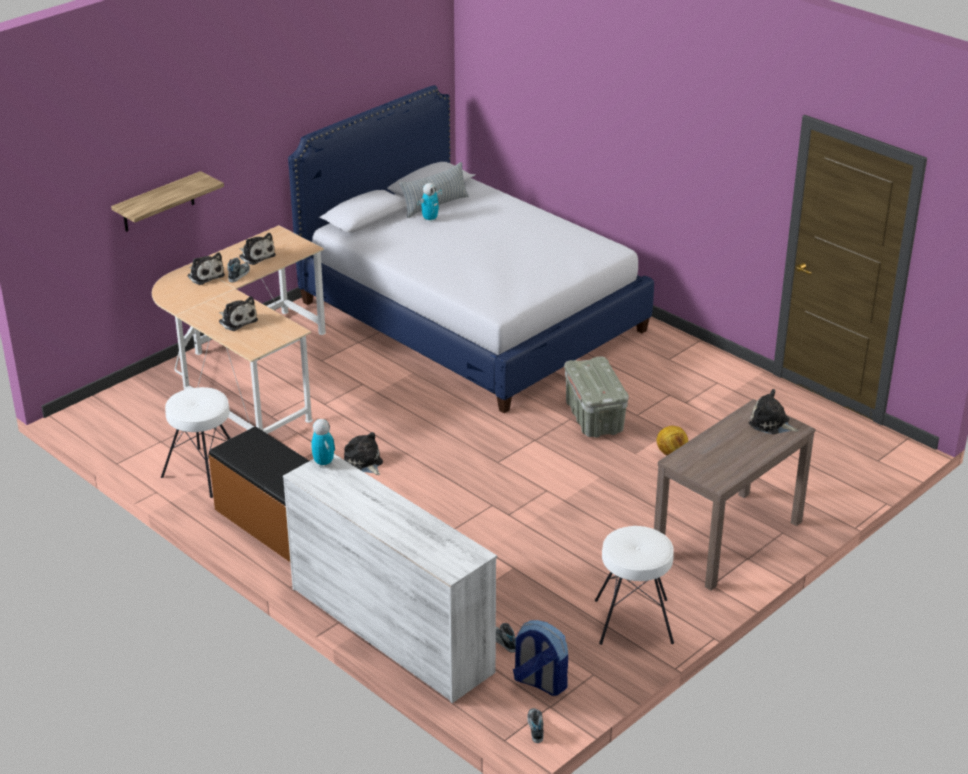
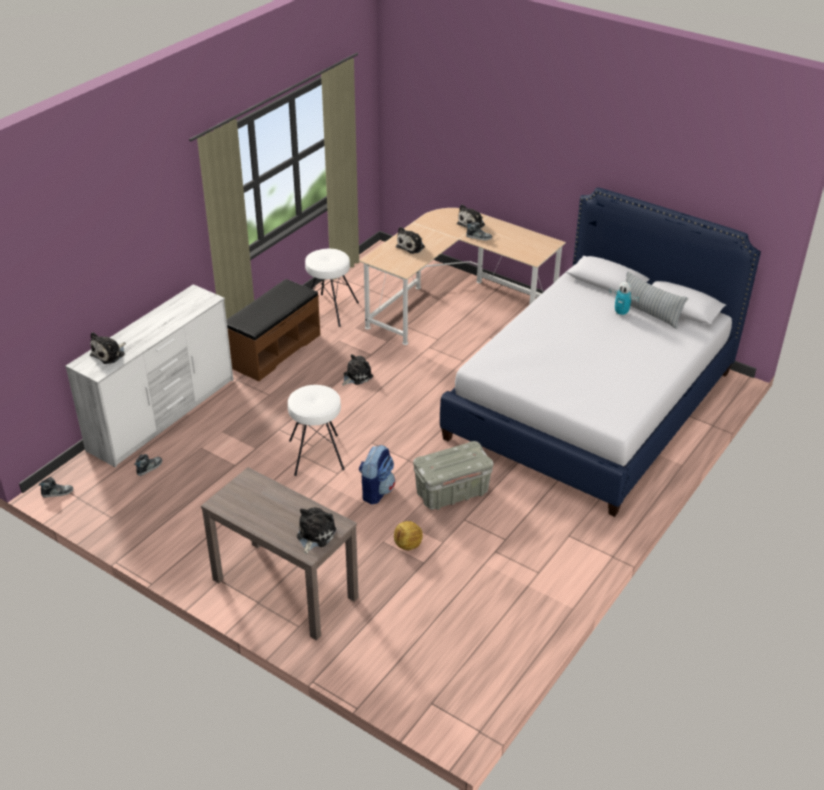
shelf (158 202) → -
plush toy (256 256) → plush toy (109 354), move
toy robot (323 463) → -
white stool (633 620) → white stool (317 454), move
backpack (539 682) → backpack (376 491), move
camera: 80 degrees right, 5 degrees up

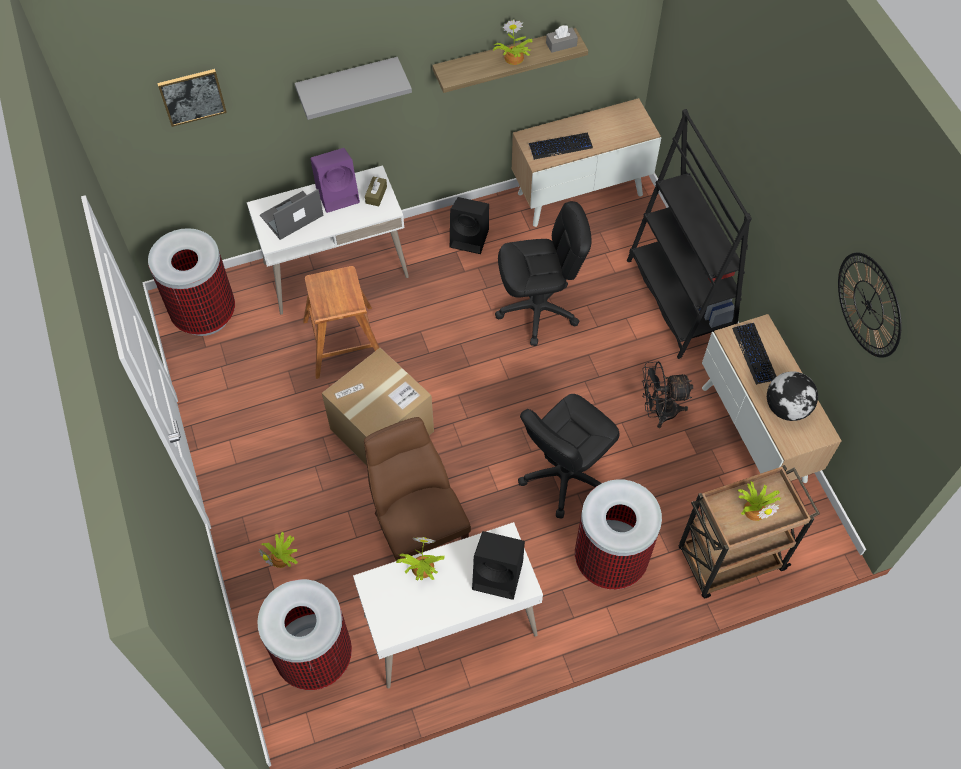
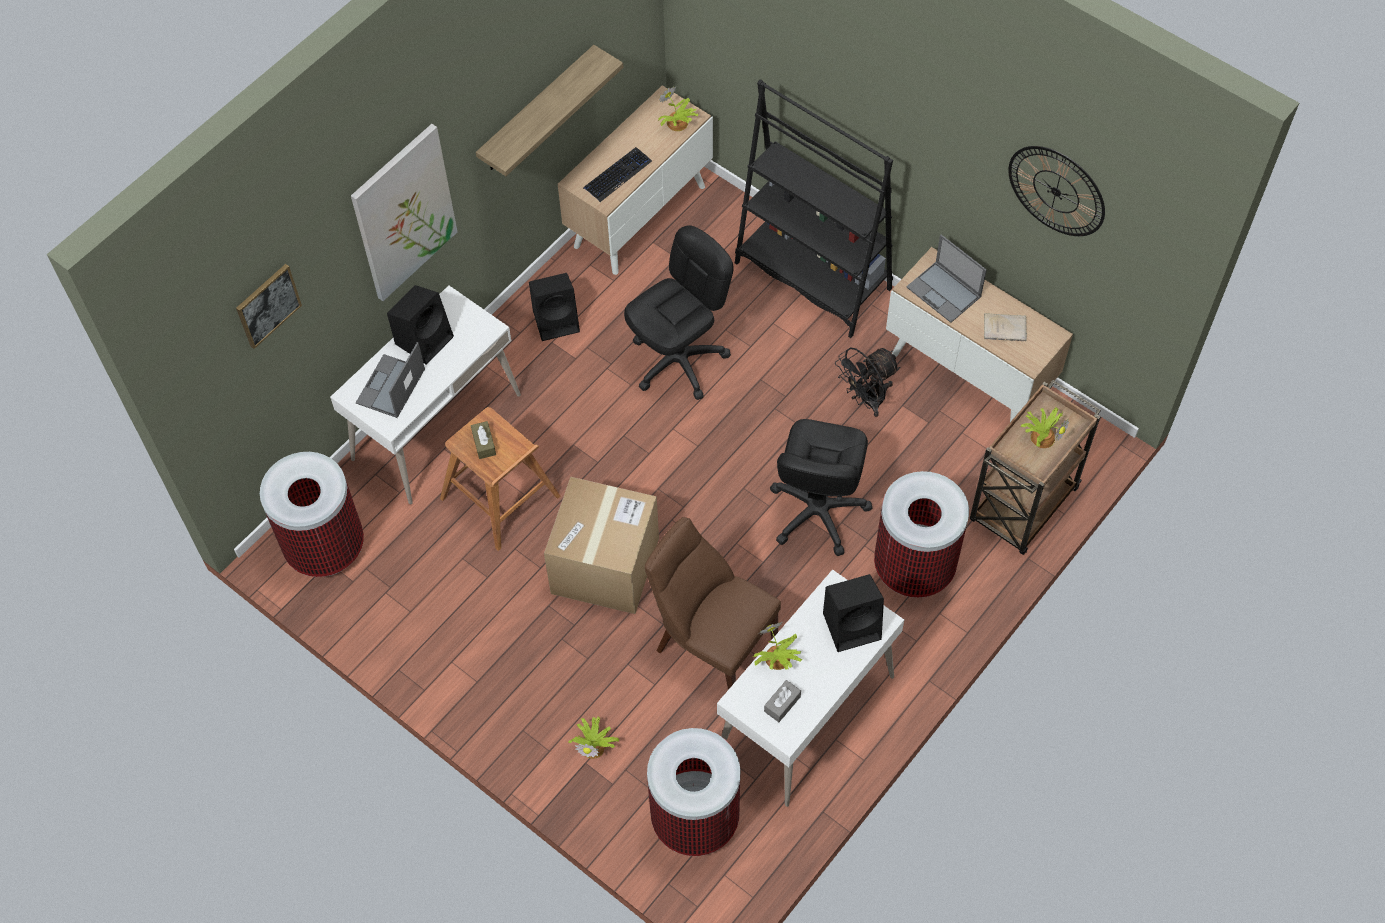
potted plant (513 58) → potted plant (677 124), move
grey tissue box (561 44) → grey tissue box (782 704), move
grey shelf (348 83) → picture (404 213)
purple speaker (339 194) → black speaker (425 339)
brown tissue box (376 195) → brown tissue box (484 443), move
keyboard (754 354) → laptop (944 292)
globe (787 408) → beige book (1006 328)
camera: 30 degrees left, 0 degrees up

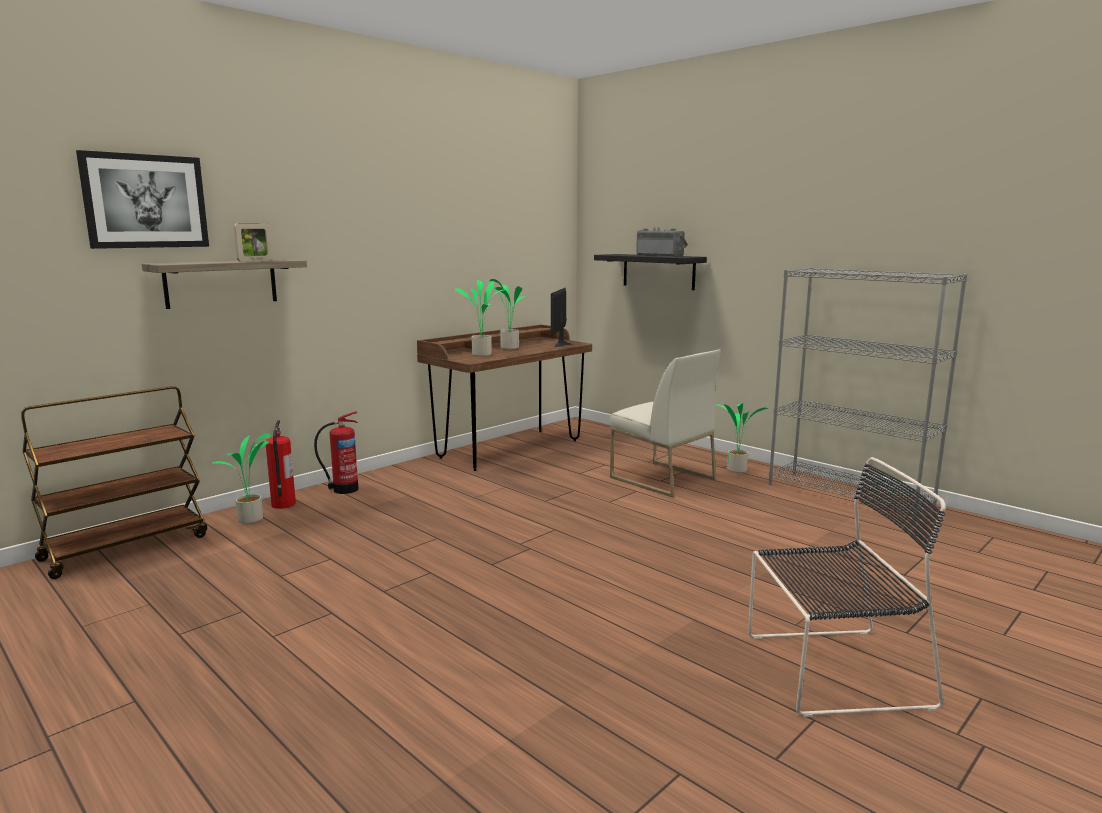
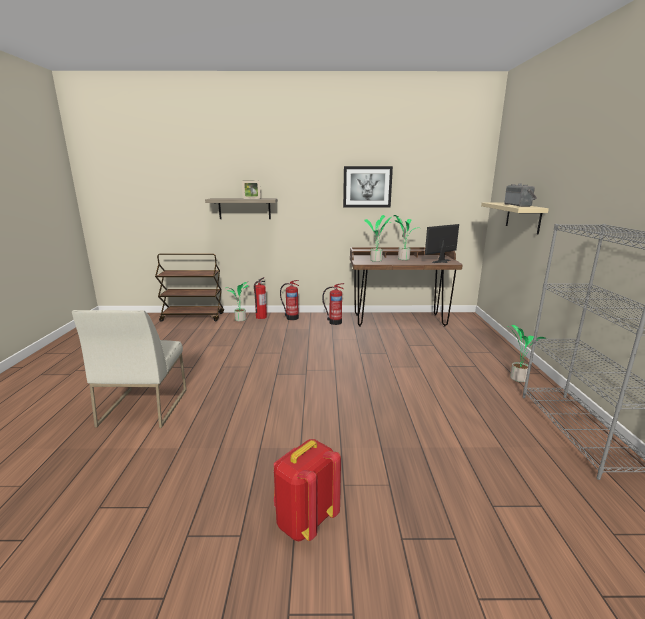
picture (145 201) → picture (367 187), move
black shelf (658 271) → beige shelf (523 217)
white chair (661 478) → white chair (143 406), move
black chair (830 670) → red backpack (304 521)
- → fire extinguisher (334 322)
camera: 45 degrees right, 5 degrees up

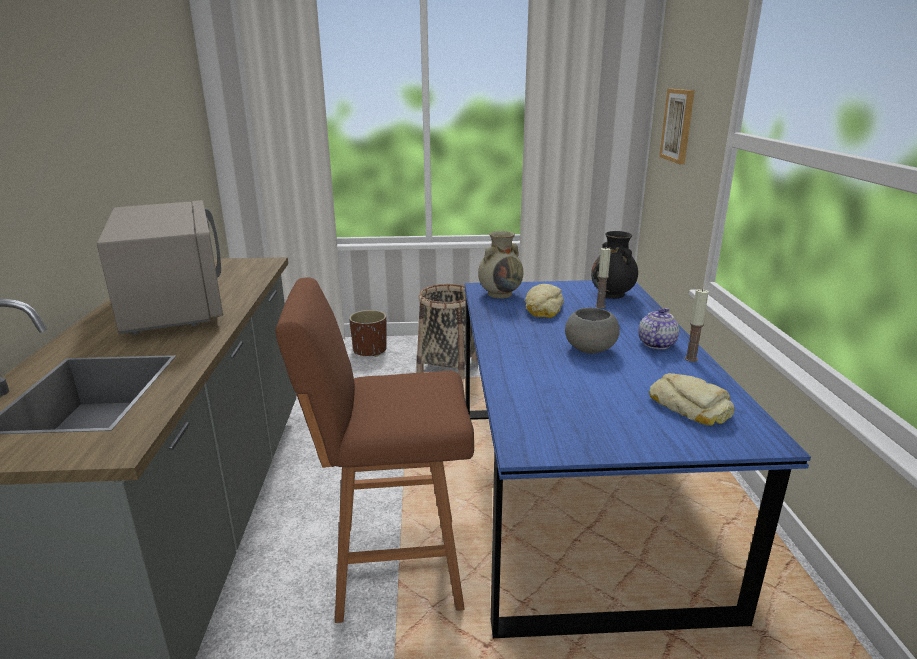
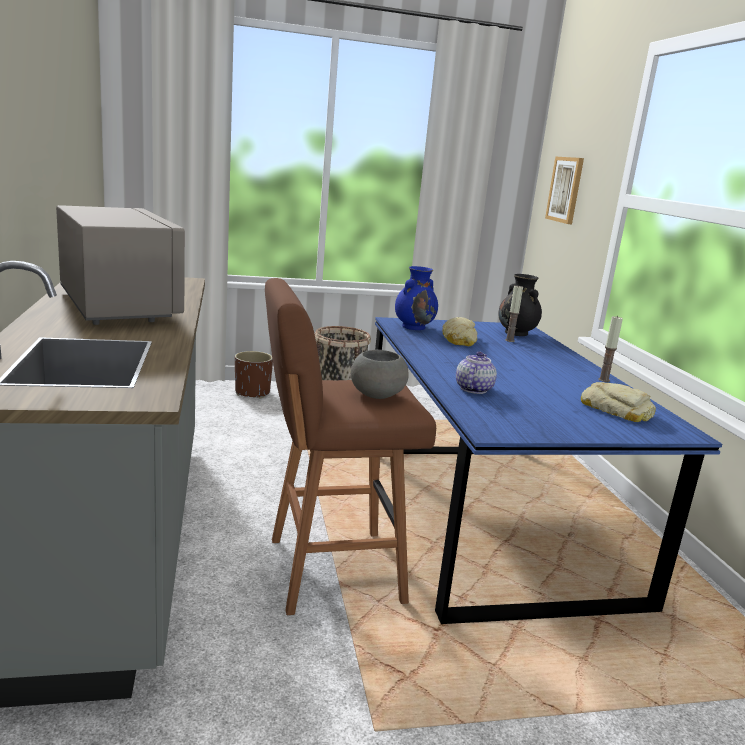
beige vase (500 294) → blue vase (414 327)
grey bowl (589 349) → grey bowl (377 395), move
teapot (656 343) → teapot (473 389), move
camera: 10 degrees left, 5 degrees down

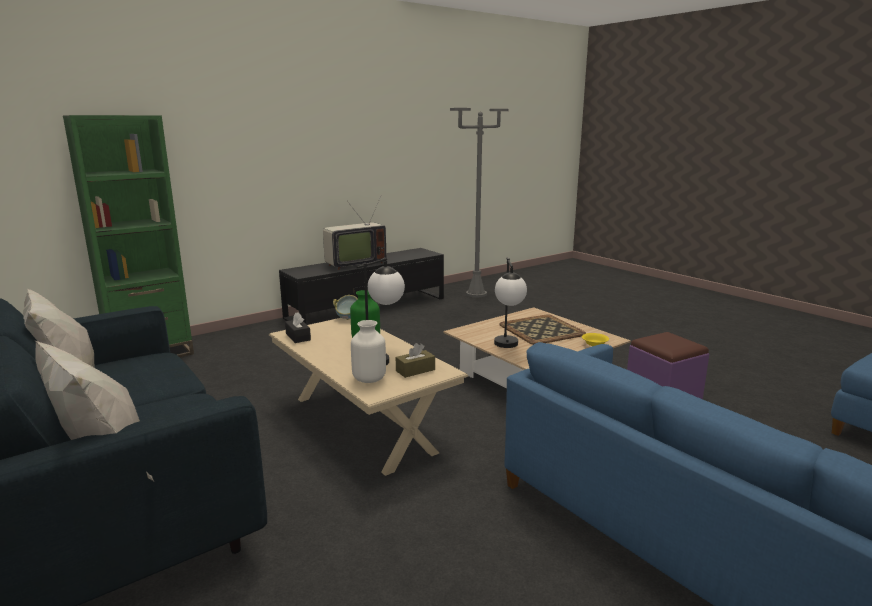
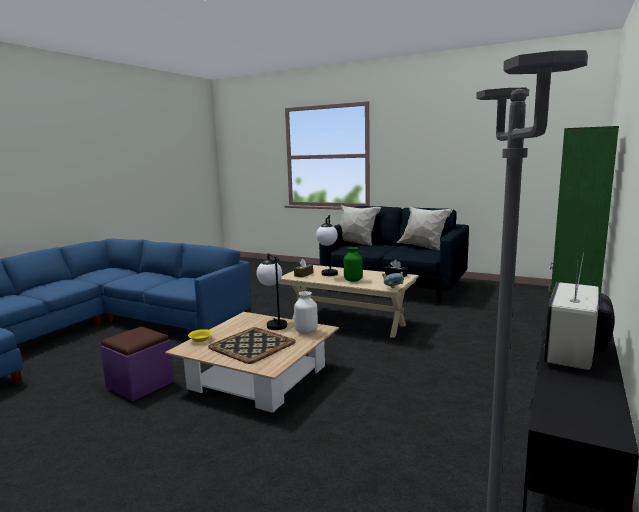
white vase (369 379) → white vase (306 331), move
camera: 155 degrees right, 5 degrees down

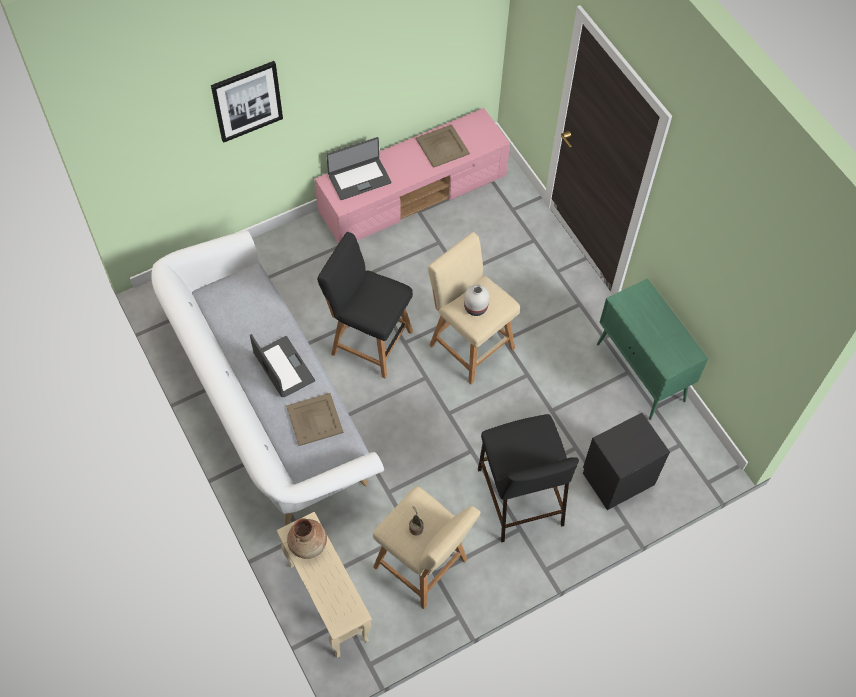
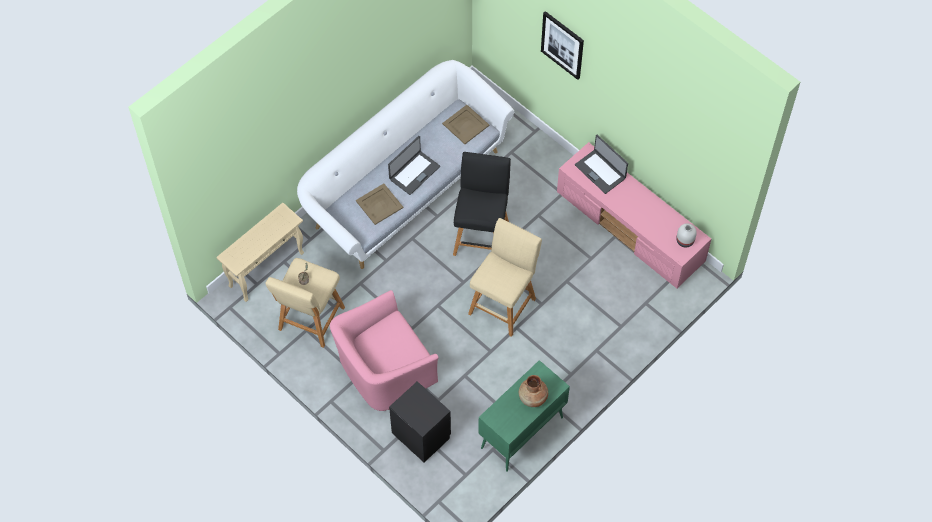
beige tray (442 146) → beige tray (466 124), move
white vase (476 308) → white vase (684 241), move
black stool (519 495) → pink armchair (384 370)
brown vase (308 544) → brown vase (533 398), move
camera: 75 degrees right, 0 degrees up

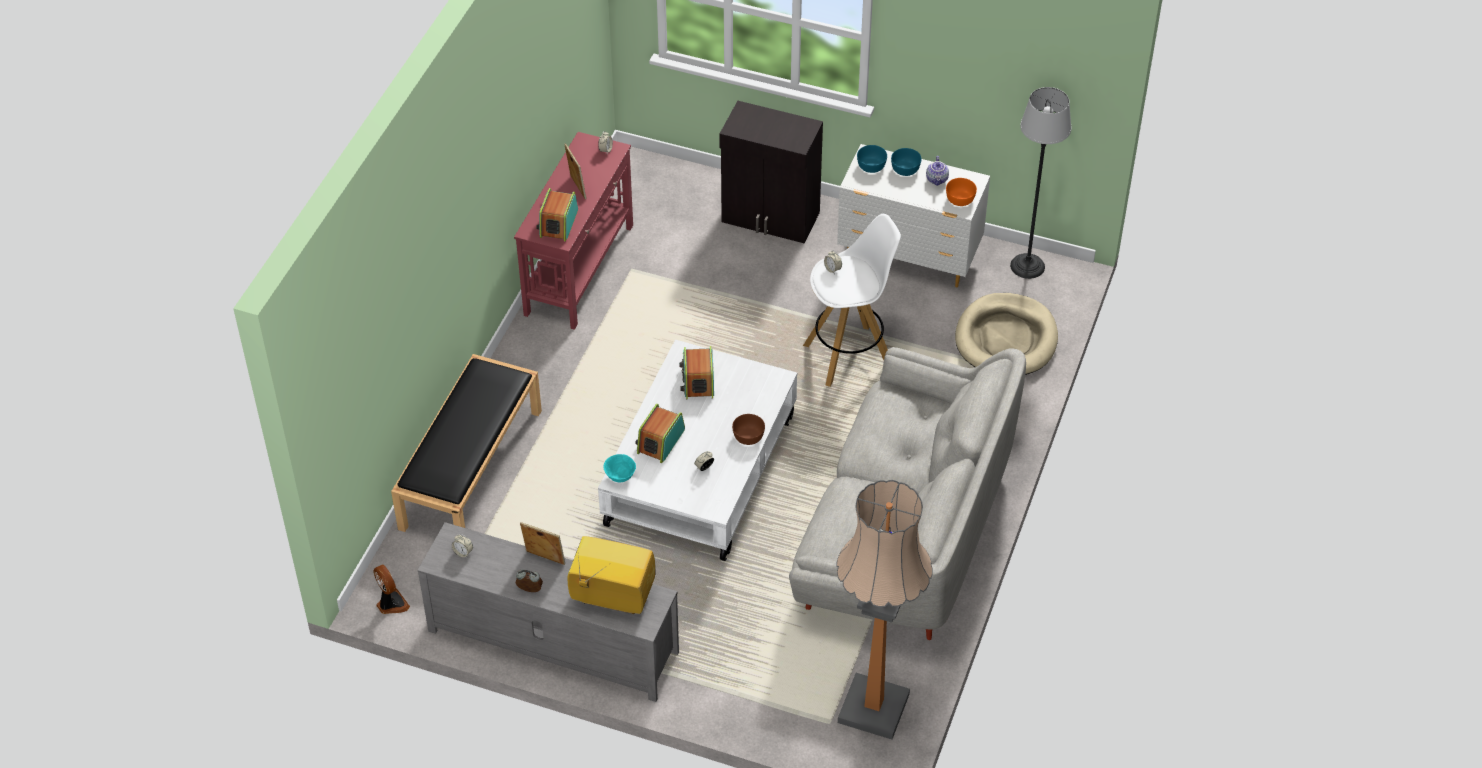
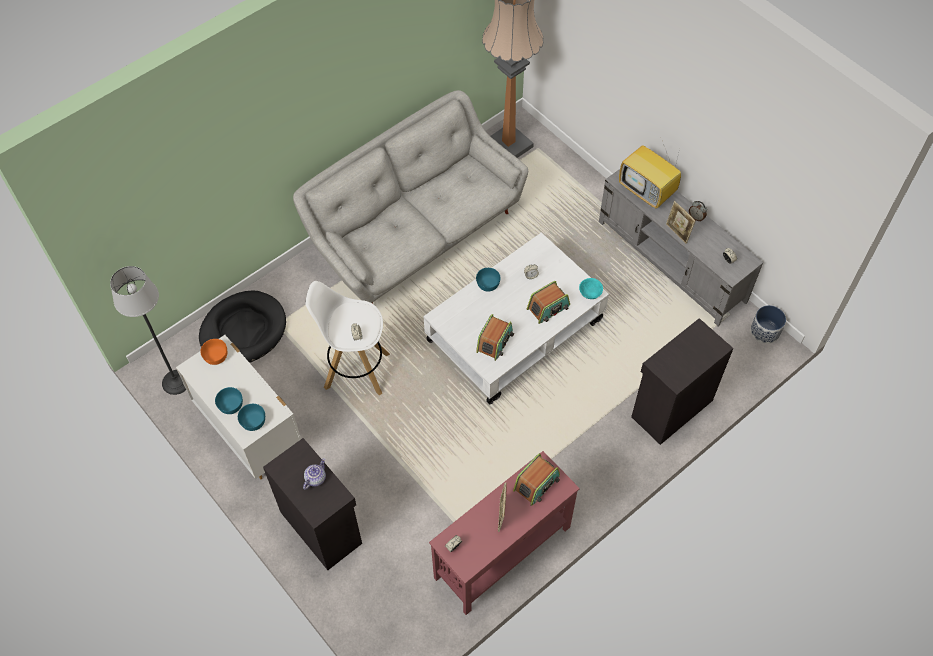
teapot (937 179) → teapot (315 478), move
beige dog bed (1006 339) → black dog bed (243 331)
black bench (471 468) → black cabinet (670 408)
brown bowl (748 437) → turquoise bowl (488 284)
fan (391 604) → planter (765 332)
camera: 150 degrees left, 10 degrees up

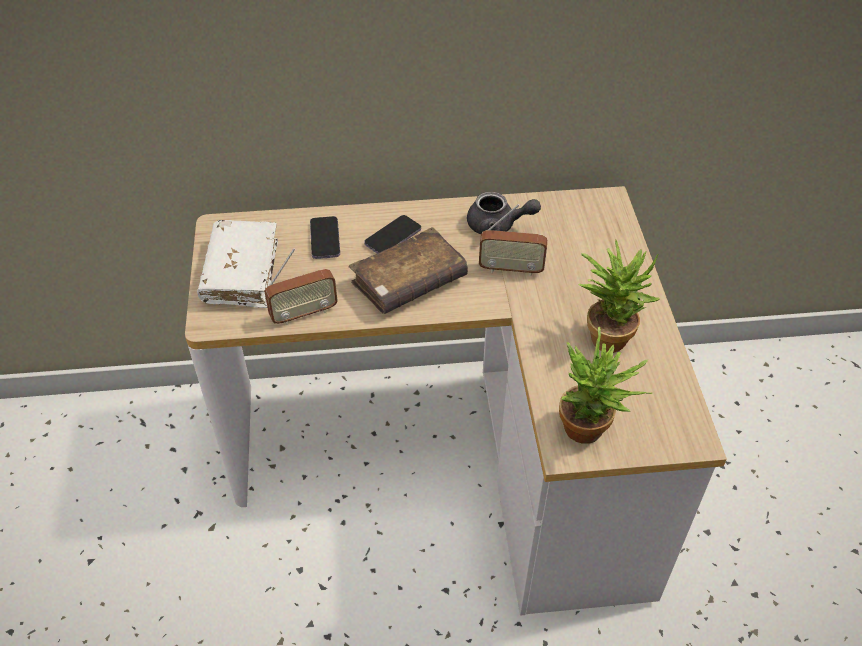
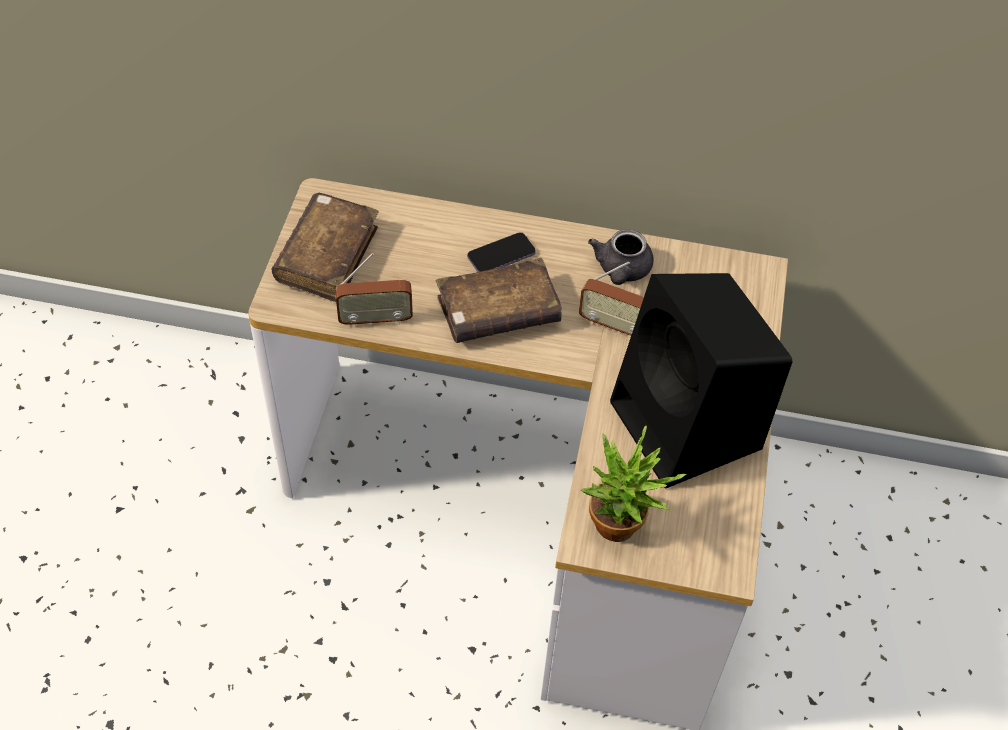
grey teapot (497 225) → grey teapot (621 271), 75 degrees clockwise
phone (325 239) → -
white book (241 273) → brown book (327 256)
potted plant (608 333) → black speaker (688 428)
camera: 15 degrees right, 5 degrees up

